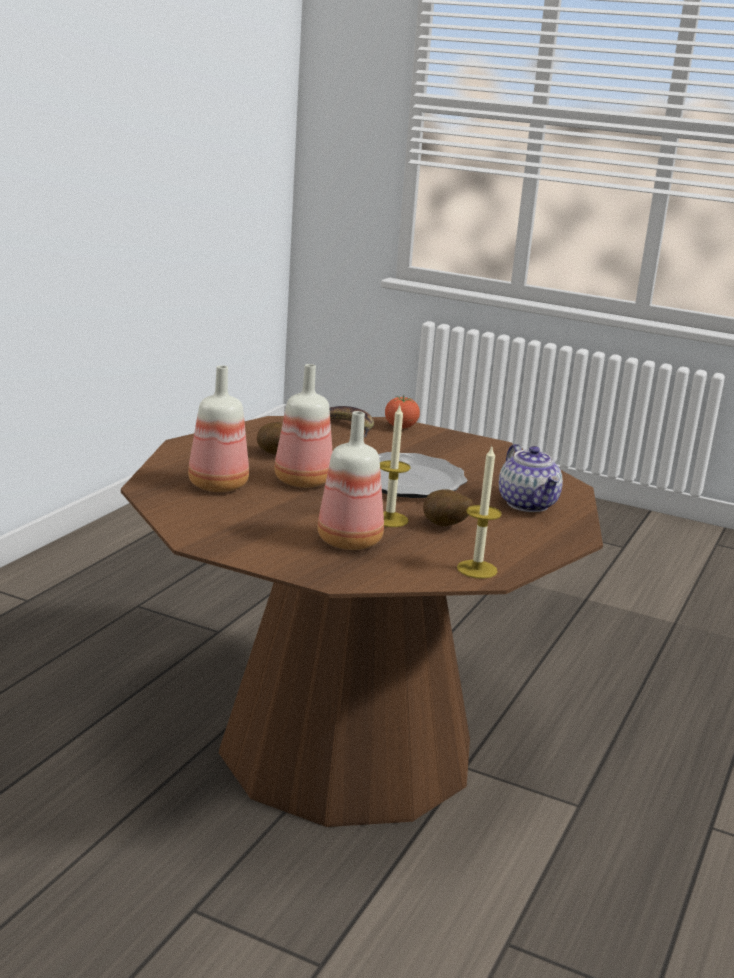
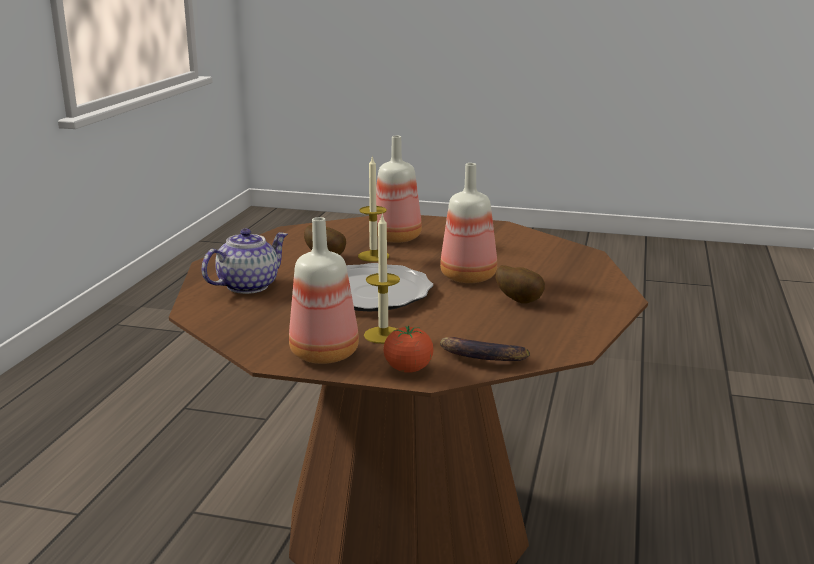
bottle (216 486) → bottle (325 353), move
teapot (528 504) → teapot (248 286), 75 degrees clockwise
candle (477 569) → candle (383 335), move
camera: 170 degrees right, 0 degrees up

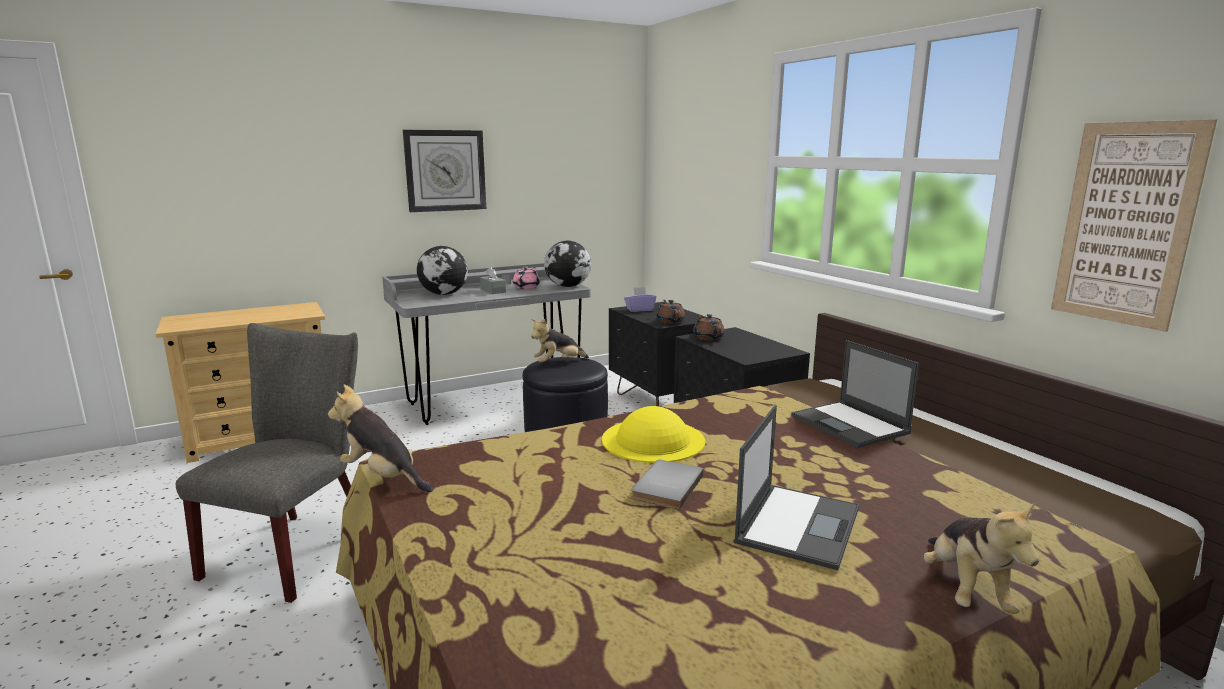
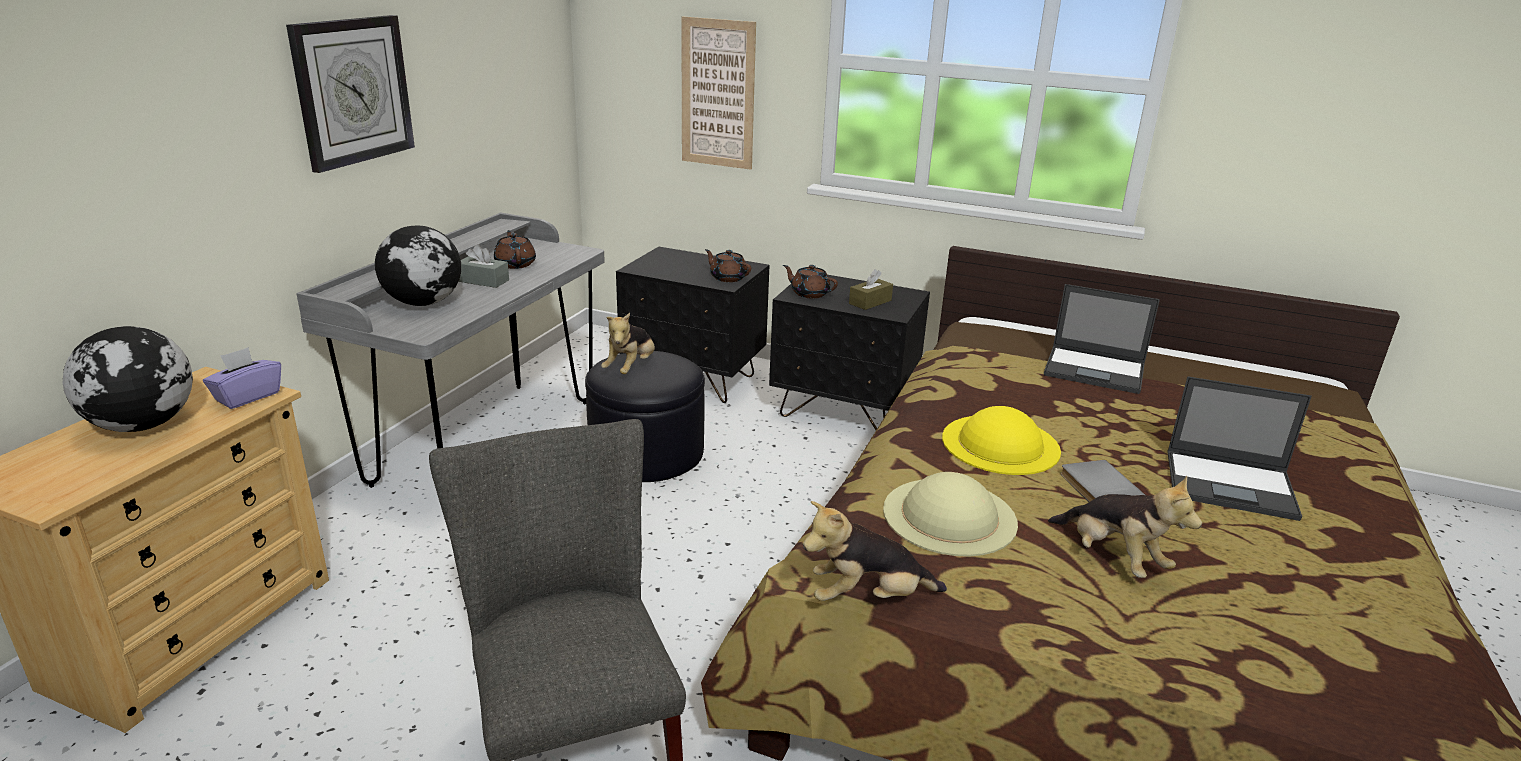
picture (1126 224) → picture (717 94), move
globe (568 286) → globe (144 426), move
pink teapot (526 287) → brown teapot (515 264)
purple tissue box (639 309) → purple tissue box (247 397), move
laptop (798 524) → laptop (1231 485), 120 degrees clockwise
plush toy (966 590) → plush toy (1112 558), move
- → brown tissue box (870 302)
- → beige hat (950 516)
camera: 40 degrees left, 10 degrees up

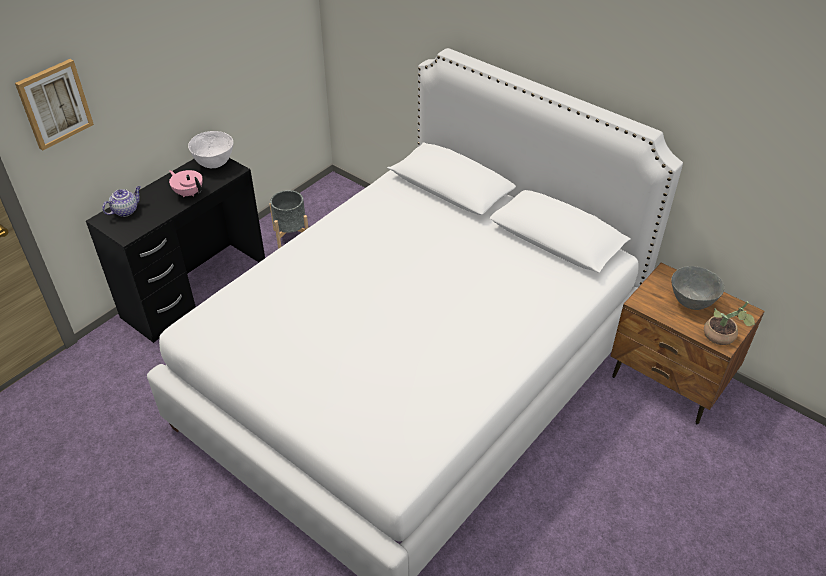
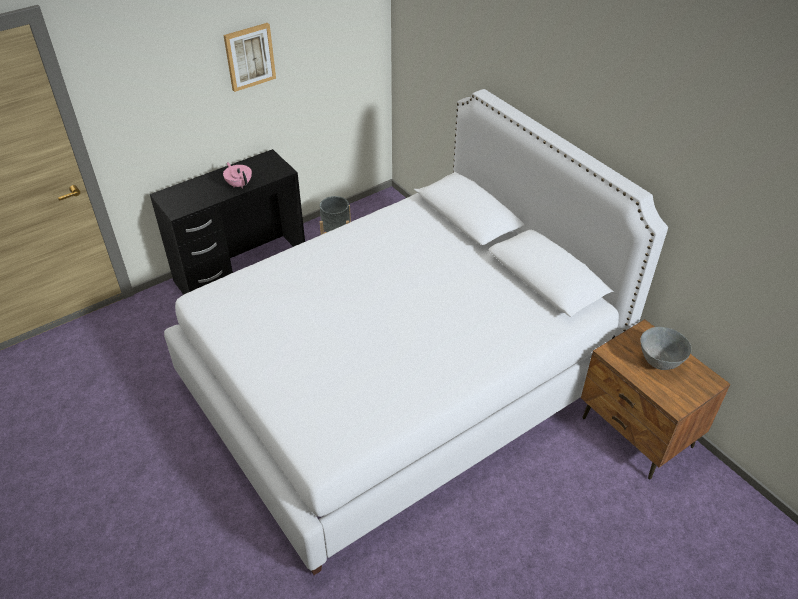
picture (54 104) → picture (249 56), move
white bowl (214 163) → -
teapot (126 210) → -
potted plant (722 337) → -
camera: 15 degrees right, 0 degrees up

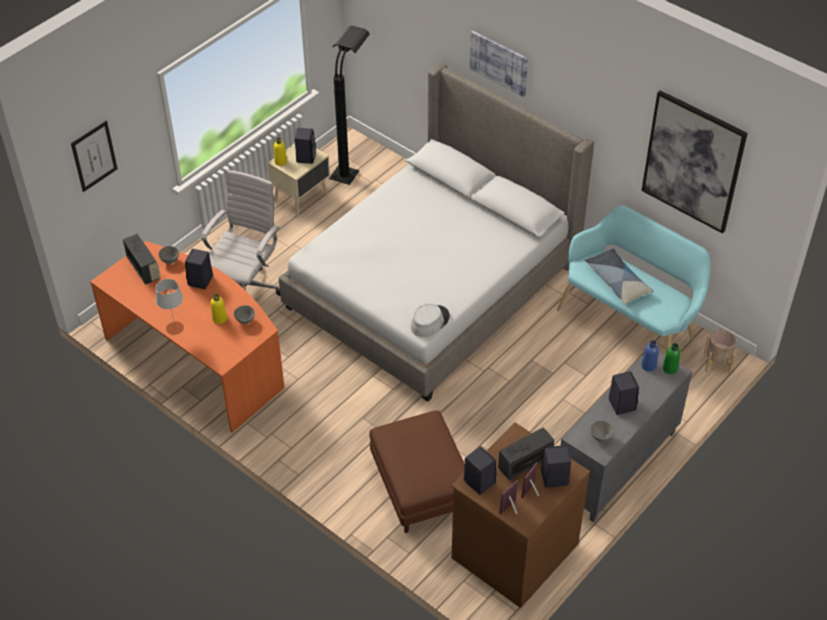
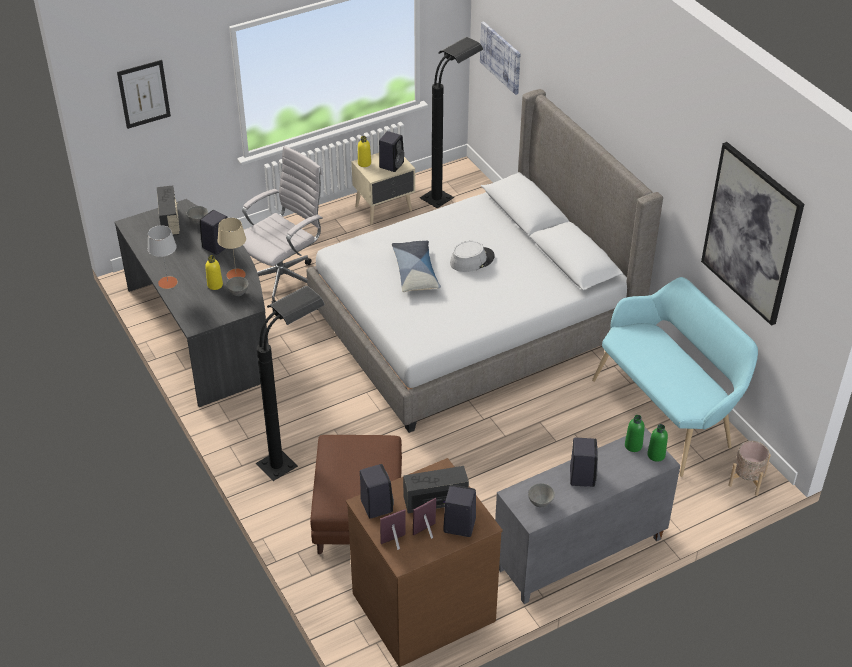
picture (499 62) → picture (501 57), move
orange desk (197 359) → grey desk (203 331)
pillow (617 281) → pillow (415 272), move
grey hat (429 321) → grey hat (472 260), move
blue bottle (648 365) → green bottle (633 446)
- → beige table lamp (236 274)
- → black floor lamp (294 456)
camera: 20 degrees right, 5 degrees down

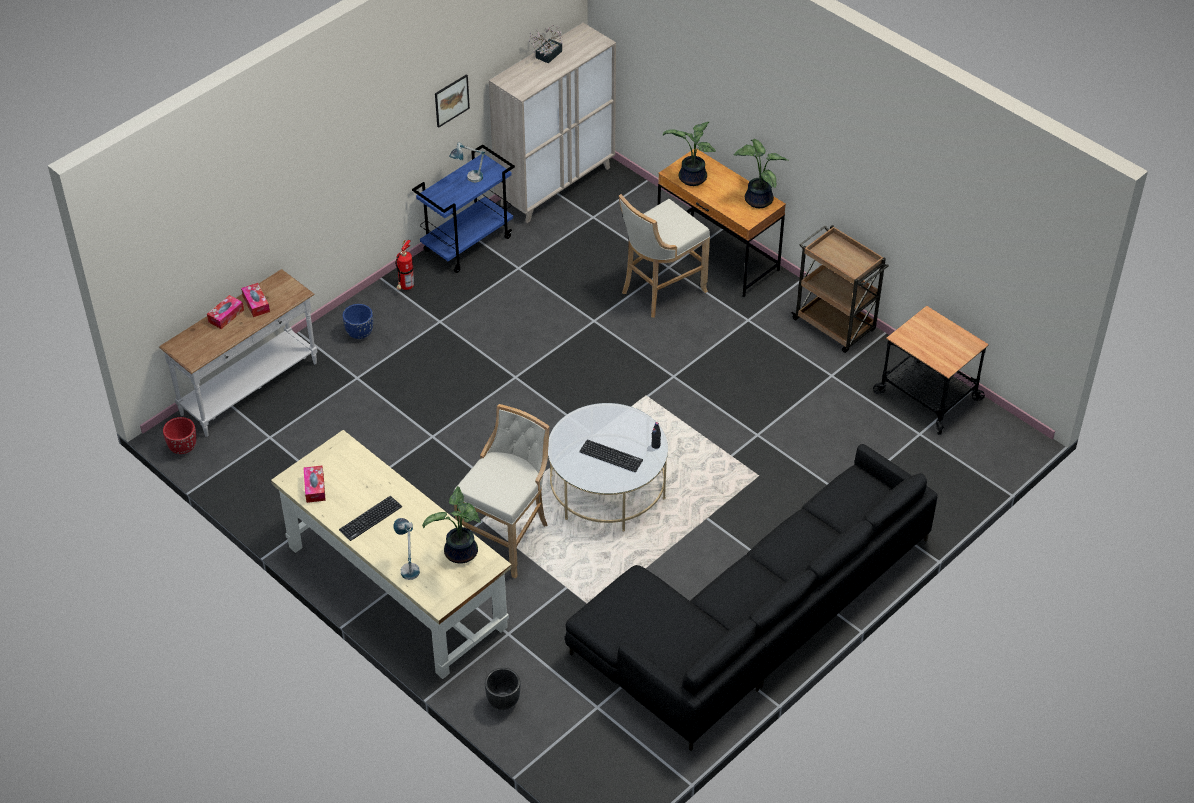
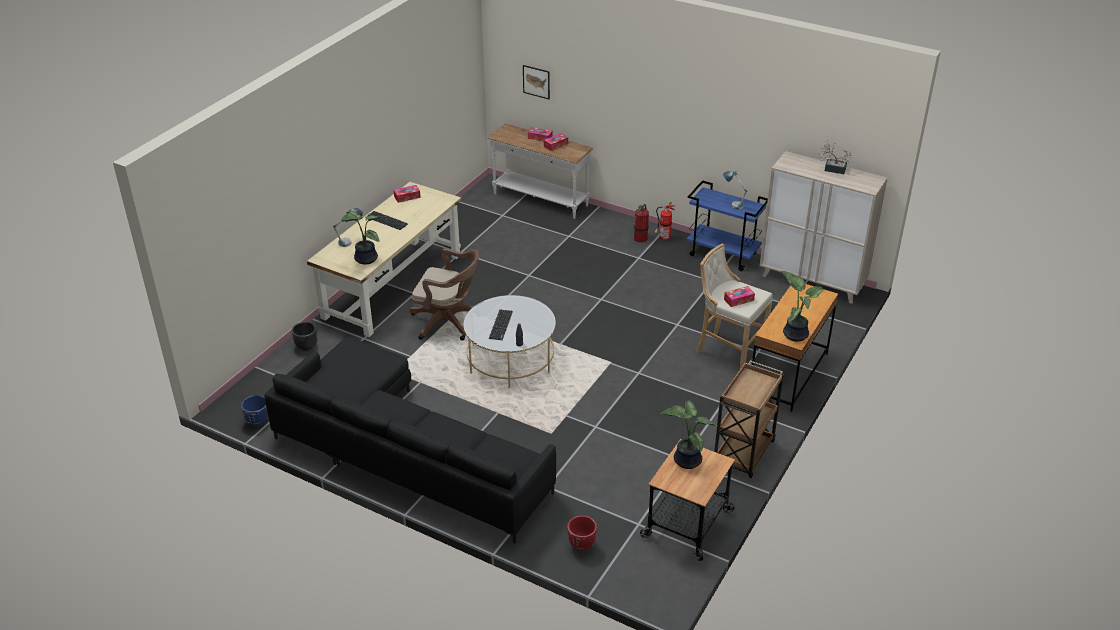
picture (451 100) → picture (536 81), move
potted plant (691 179) → potted plant (685 460), move
blue planter (359 334) → blue planter (257 421), move
beige stool (507 537) → brown office chair (448 323)
red planter (183 448) → red planter (581 544), move
- → fire extinguisher (641 238)
- → tissue box (738 300)
camera: 75 degrees right, 10 degrees down

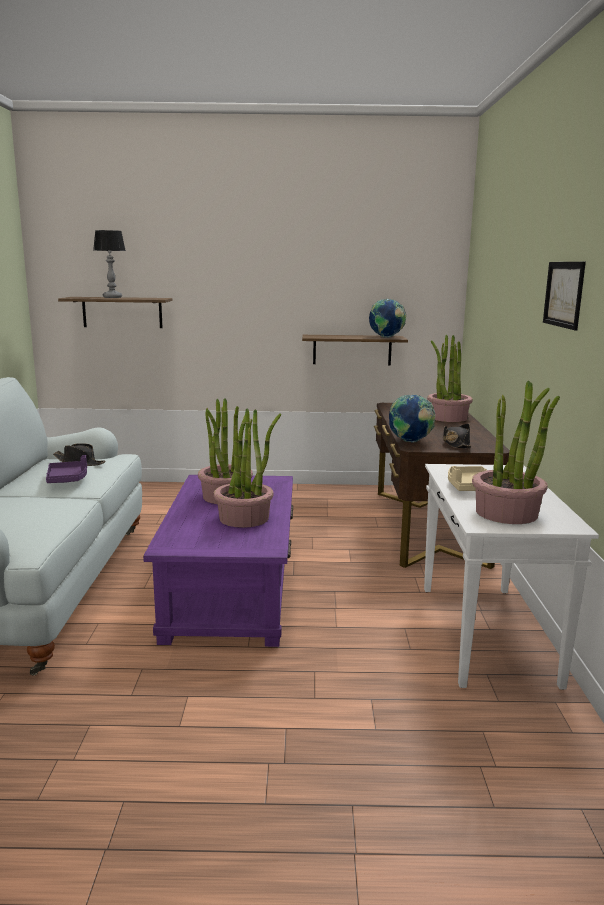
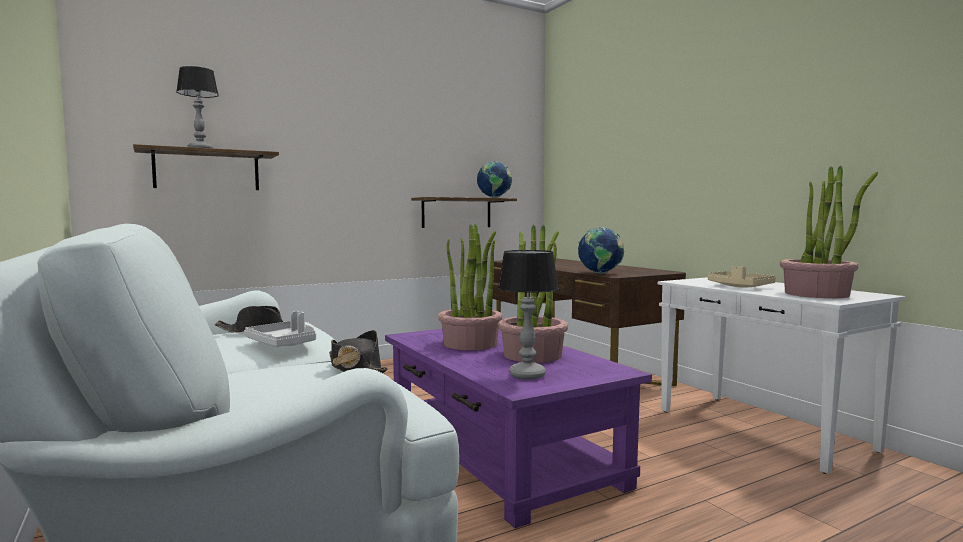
picture (563 294) → -
potted plant (448 418) → -
black hat (456 444) → black hat (355 368), move
purple tray (68 479) → grey tray (284 344)
- → table lamp (527 375)
camera: 30 degrees left, 10 degrees down

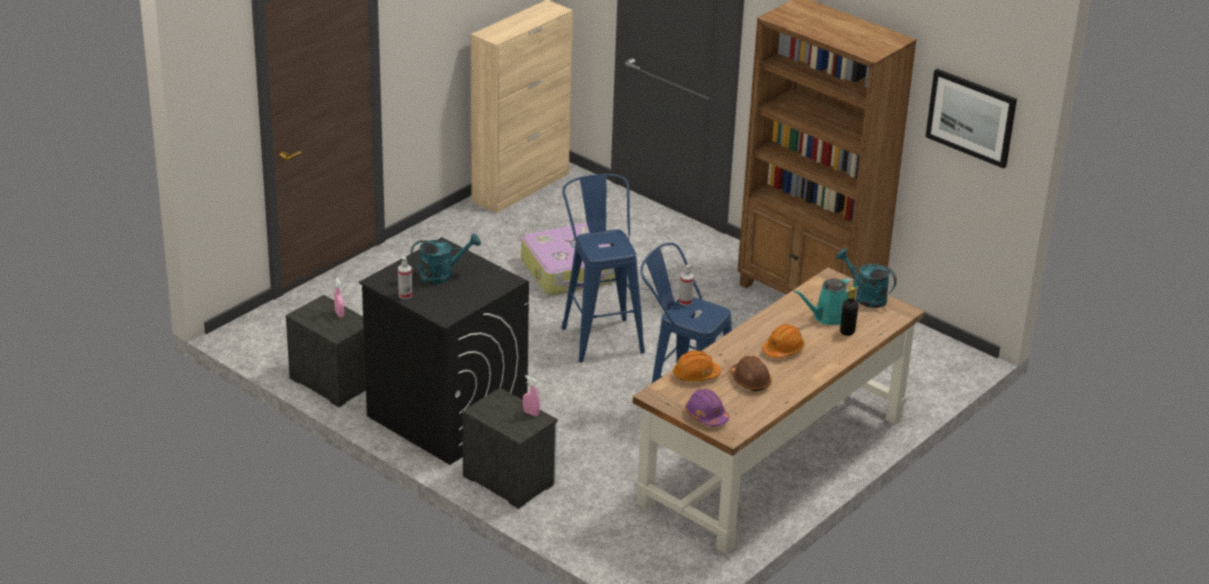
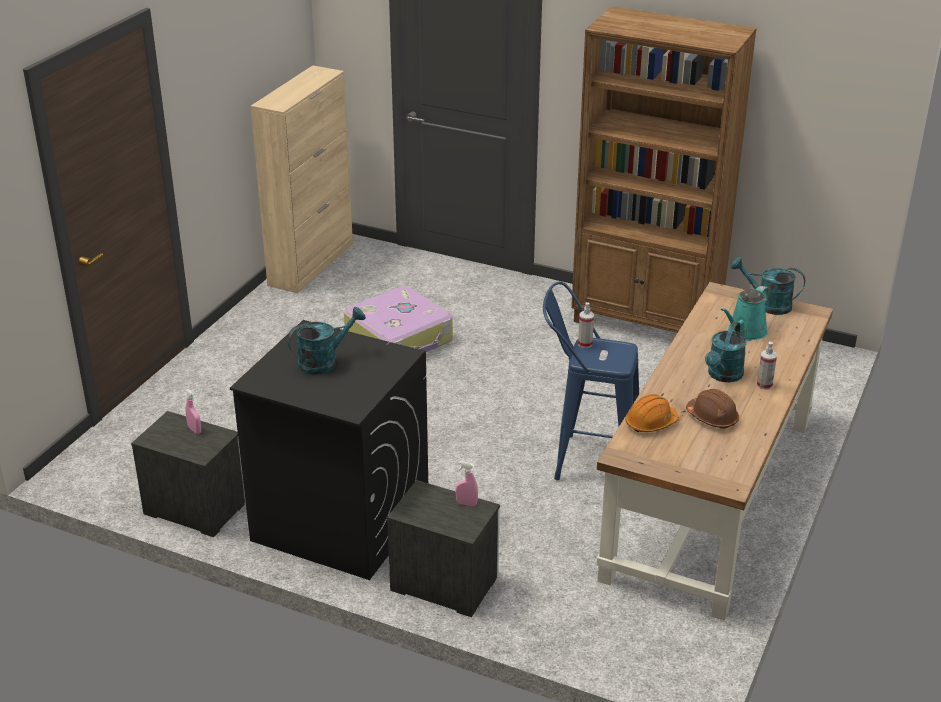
picture (971 117) → -
blue stool (600 335) → -
spray bottle (405 295) → spray bottle (764 385), move
black bottle (847 332) → -
orange hard hat (783 349) → turquoise watering can (723 376)
purple hard hat (706 416) → -
camera: 15 degrees left, 0 degrees up

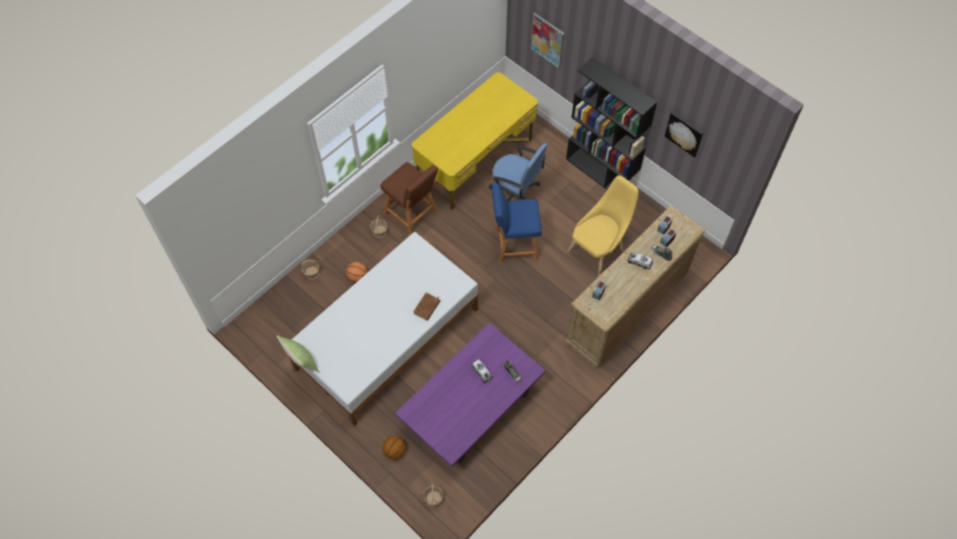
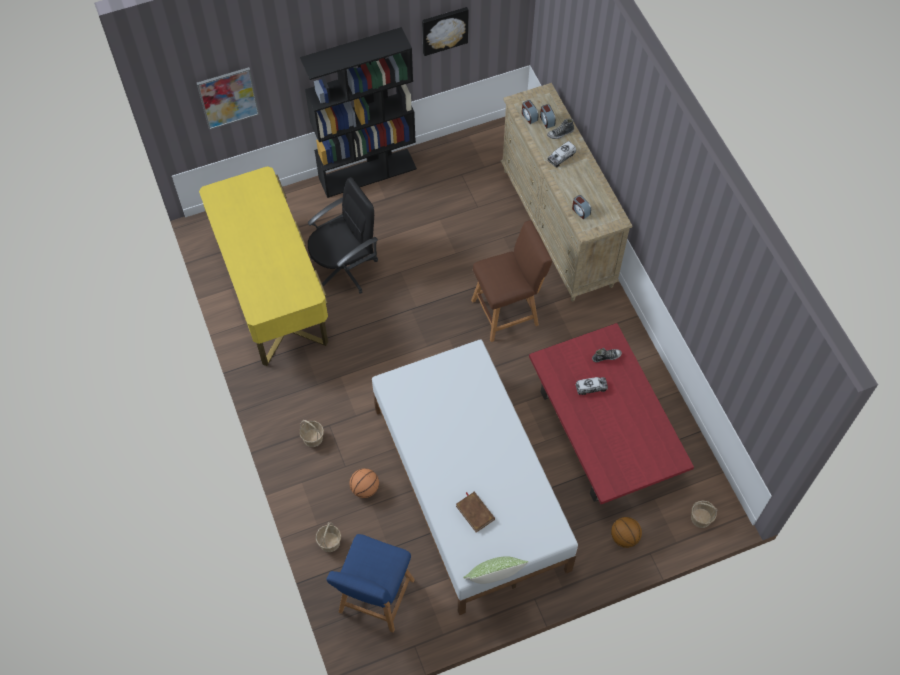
blue office chair (515 194) → black office chair (344 268)
brown stool (412 215) → brown stool (508 311), move
yellow chair (598 249) → -
blue stool (514 245) → blue stool (375 599), move
brown book (427 307) → brown book (475 512), move
purple coffee table (471 405) → red coffee table (602 431)
camera: 65 degrees left, 0 degrees up

